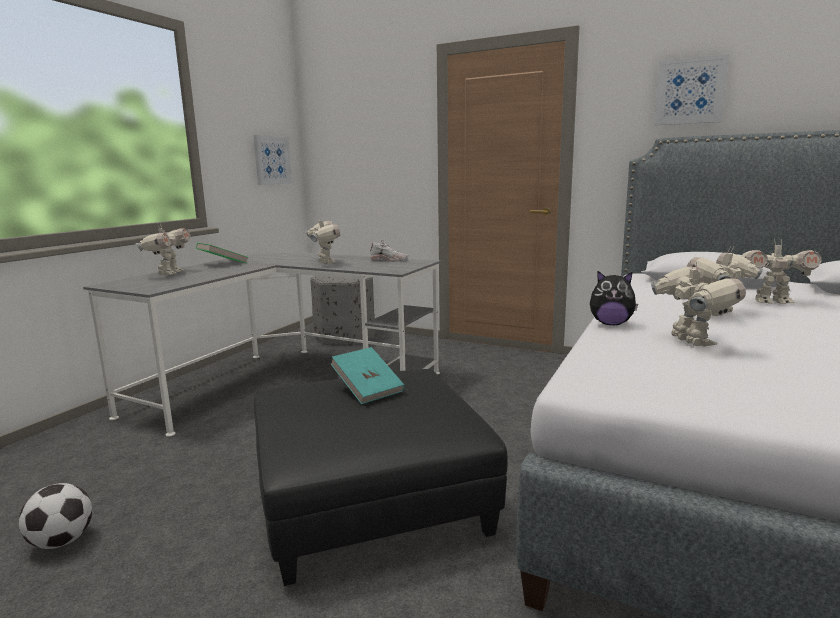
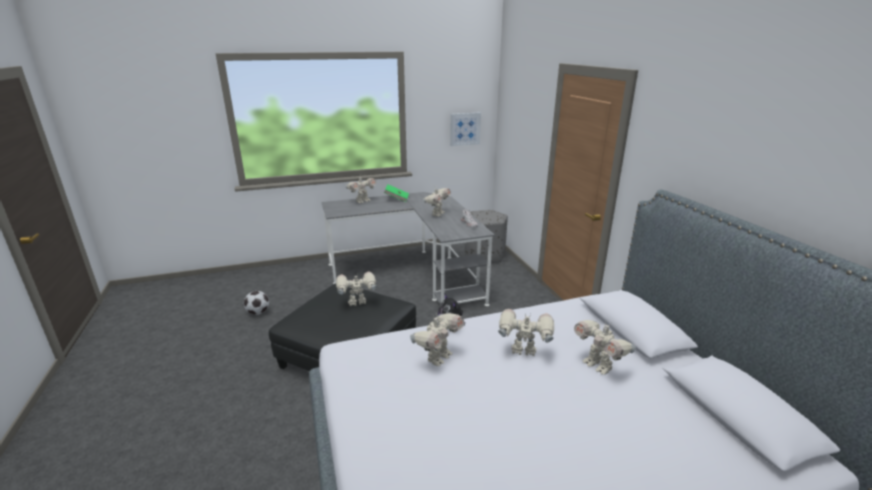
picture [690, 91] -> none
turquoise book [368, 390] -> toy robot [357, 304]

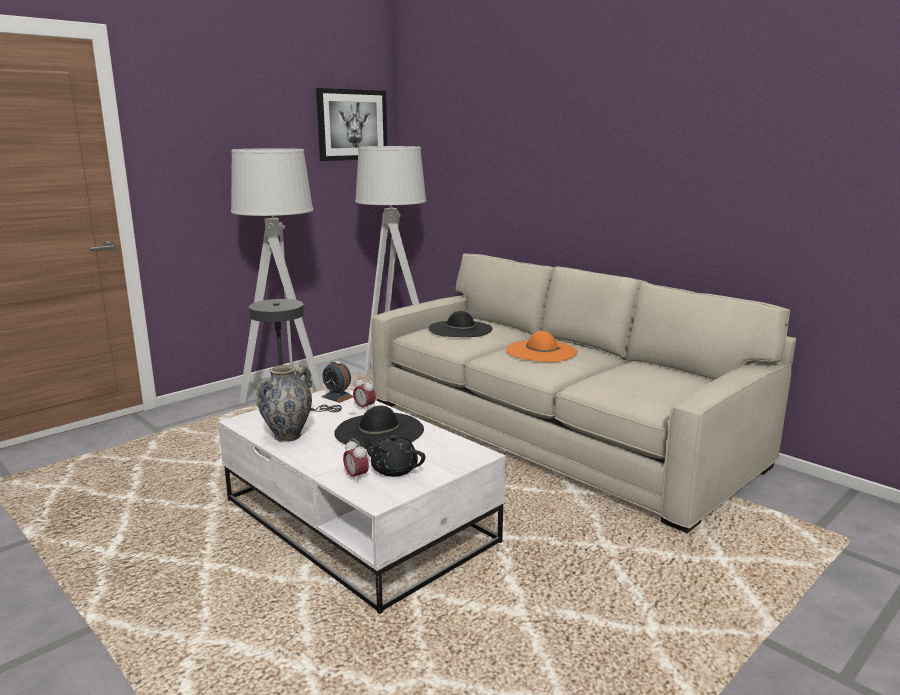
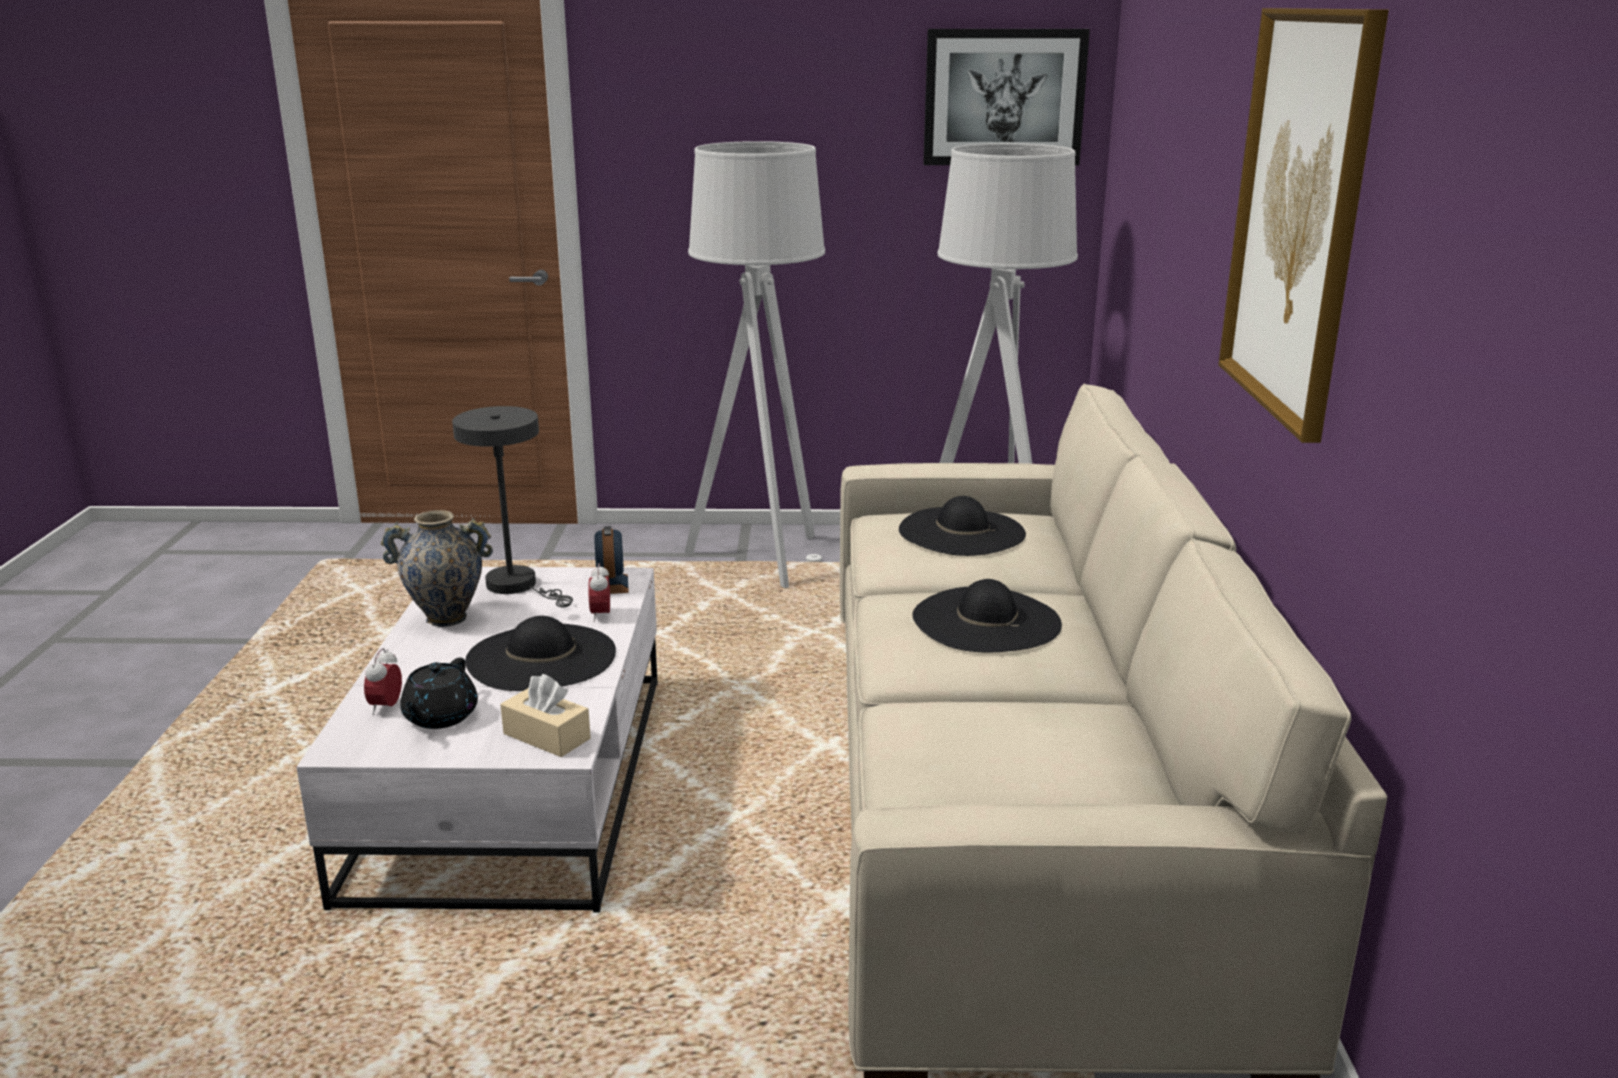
orange hat [541, 351] -> black hat [986, 620]
black teapot [393, 469] -> black teapot [439, 717], 150 degrees counterclockwise
none -> picture [1299, 215]
none -> beige tissue box [546, 736]

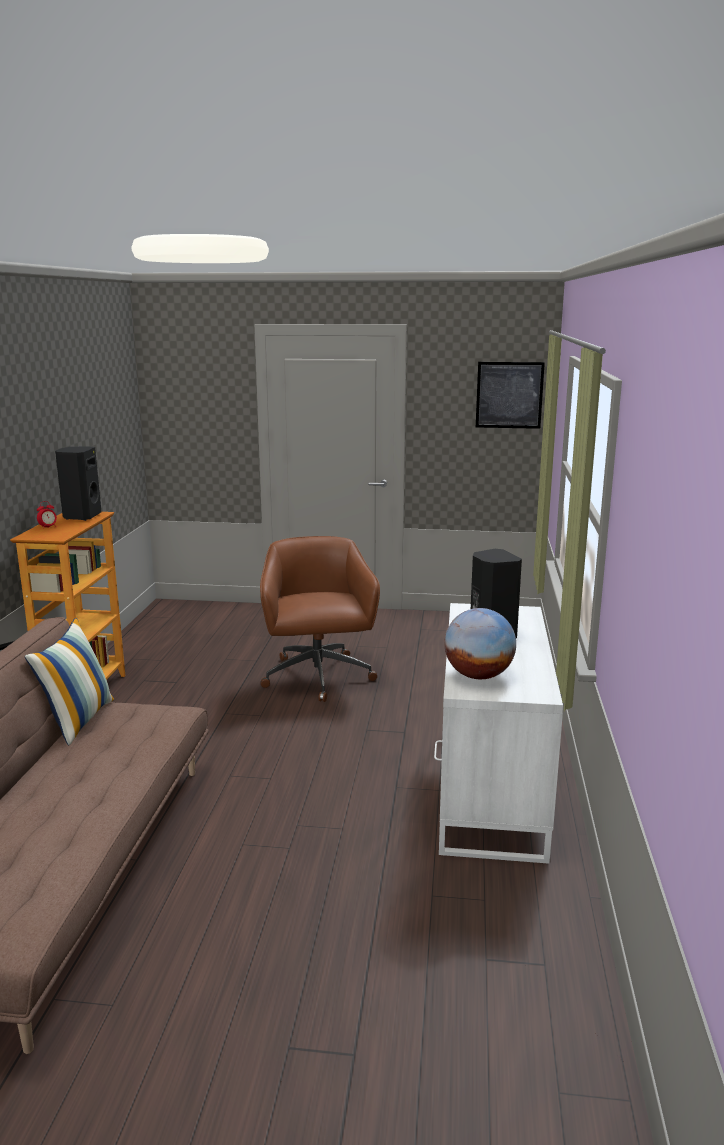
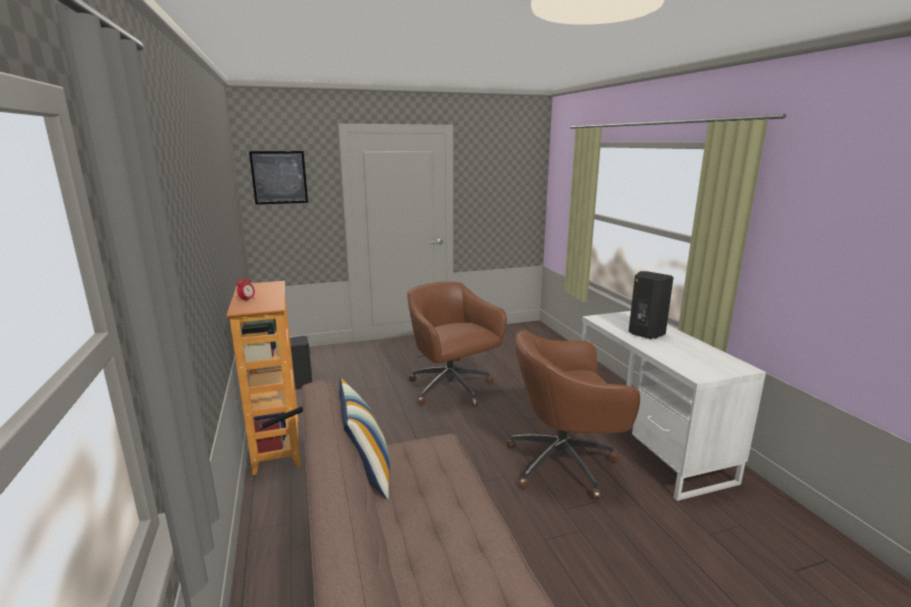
picture [509, 395] -> picture [279, 177], moved
black speaker [81, 516] -> black speaker [300, 384], moved
globe [478, 676] -> none
none -> brown office chair [564, 463]

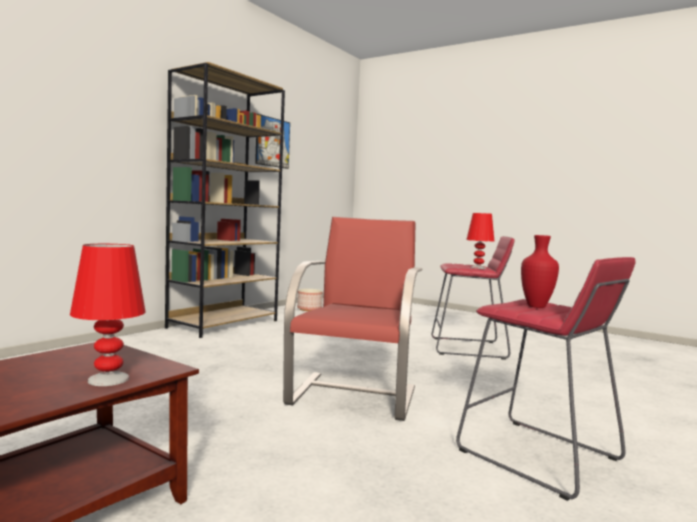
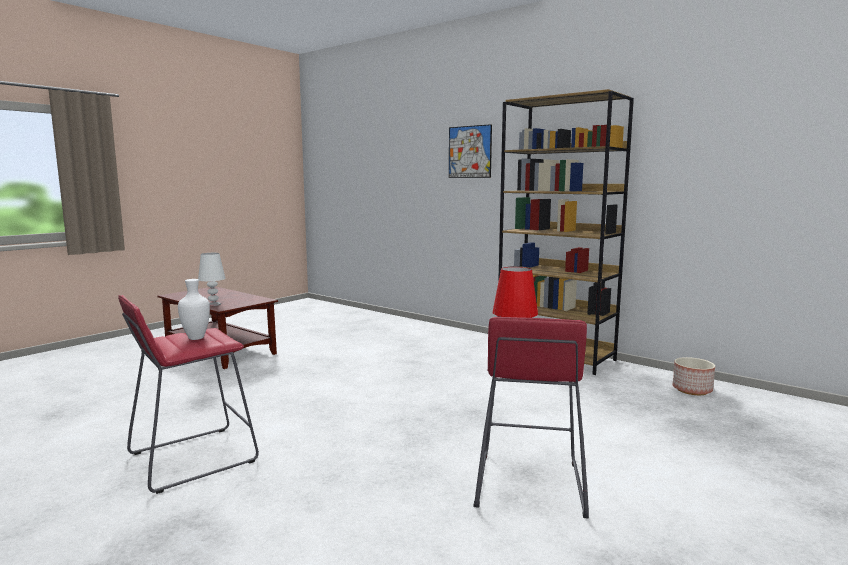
picture [272, 142] -> picture [469, 152], moved
red armchair [354, 395] -> none
red vase [537, 306] -> white vase [195, 338]
red table lamp [109, 379] -> white table lamp [213, 304]

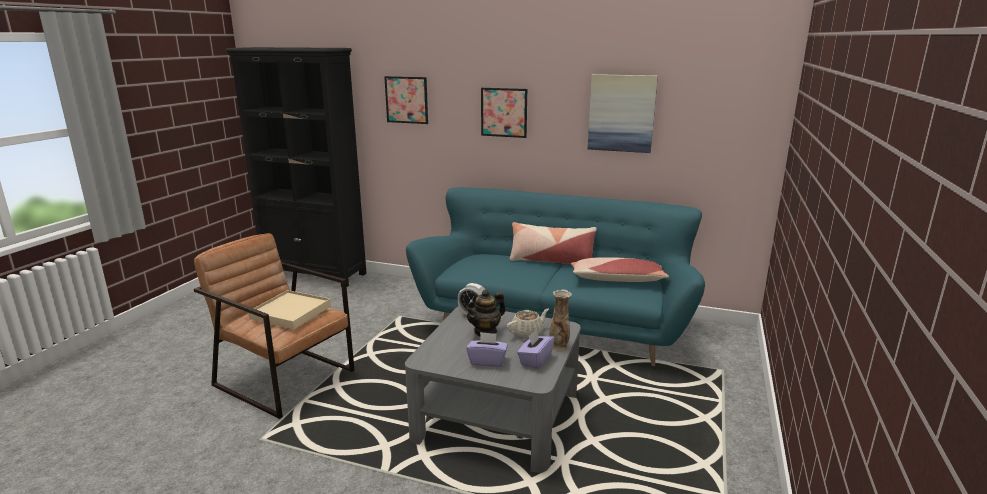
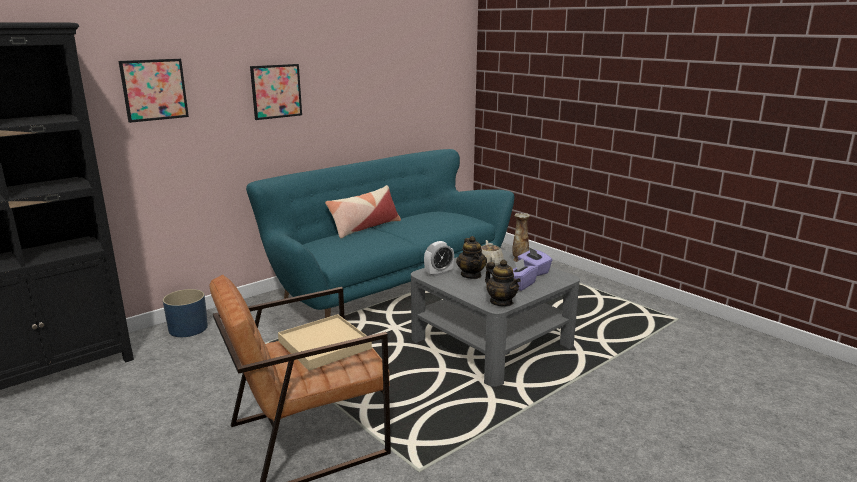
picture [621, 113] -> none
pillow [617, 280] -> none
none -> teapot [501, 302]
none -> blue planter [188, 328]

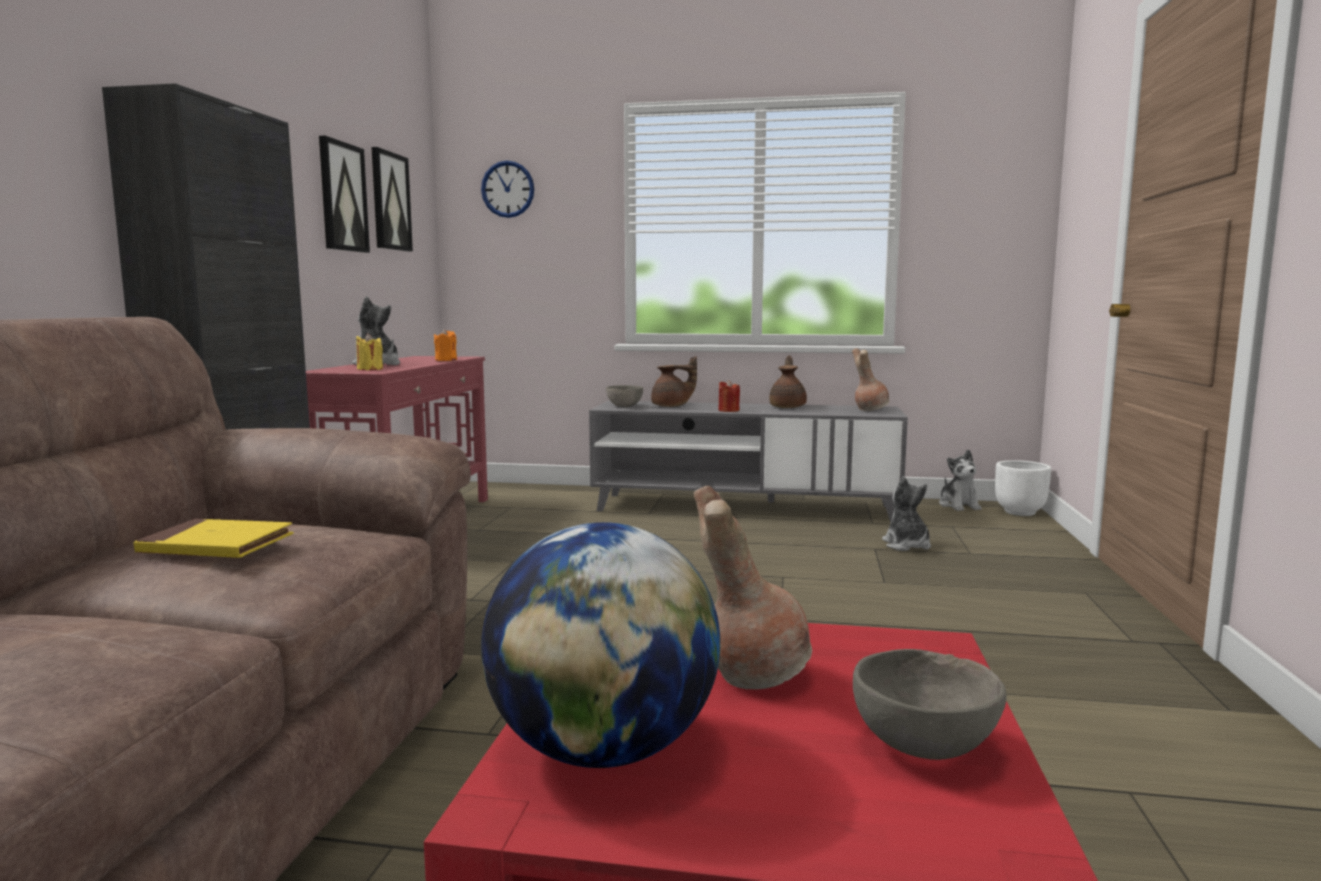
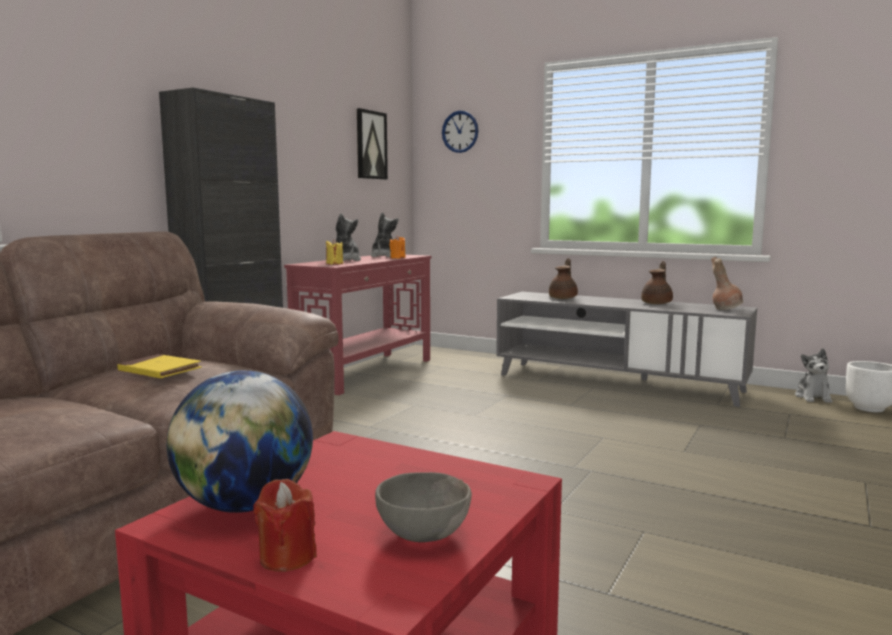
picture [342, 197] -> none
brown teapot [672, 406] -> brown teapot [563, 298], 75 degrees counterclockwise
red candle [728, 410] -> red candle [287, 557], moved
grey bowl [624, 406] -> none
plush toy [906, 546] -> plush toy [384, 256], moved
brown vase [752, 674] -> none

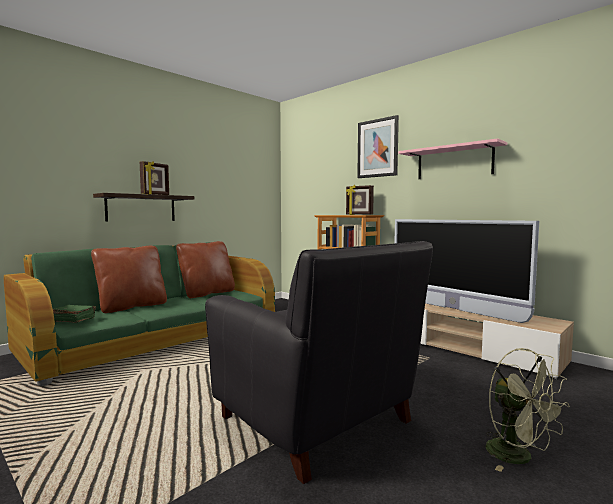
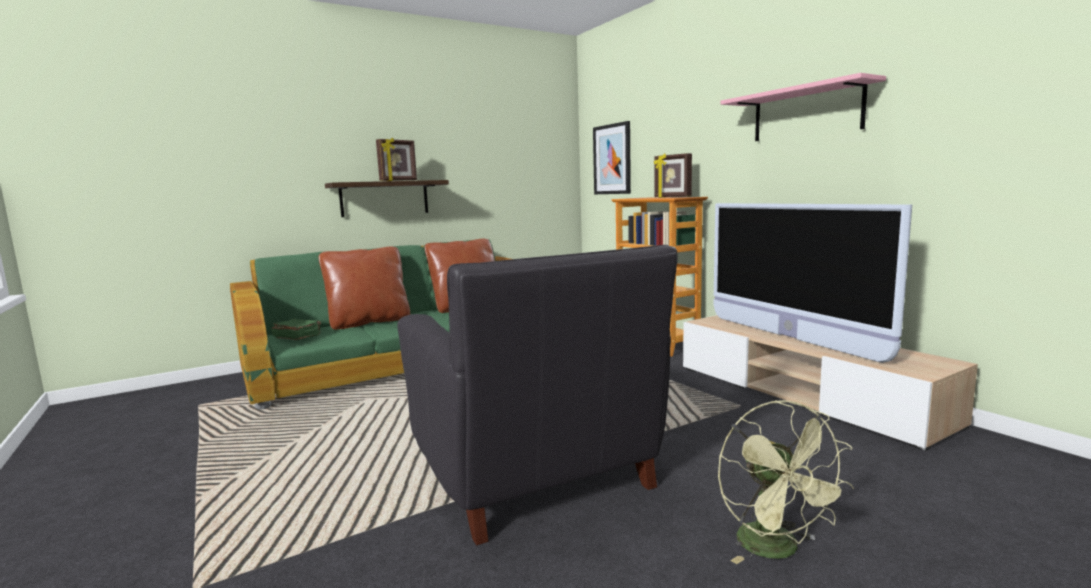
picture [377, 148] -> picture [612, 159], moved

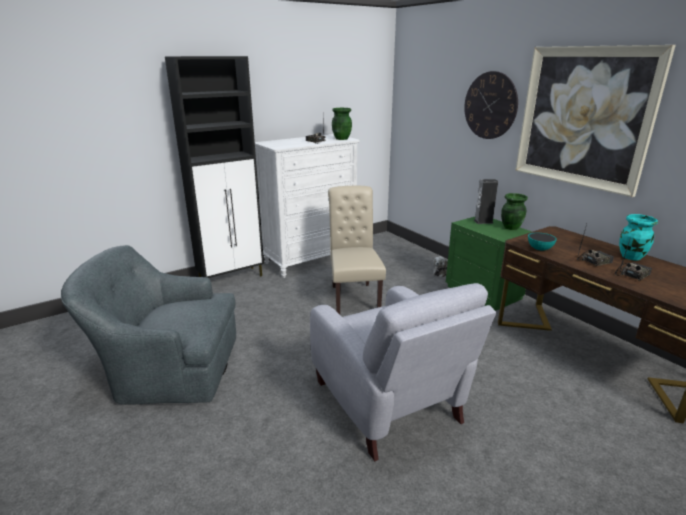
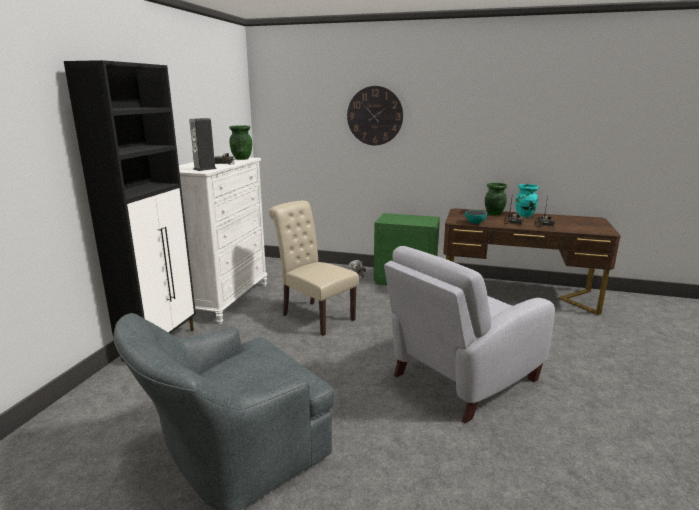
picture [584, 117] -> none
speaker [483, 221] -> speaker [205, 169], moved
green vase [510, 227] -> green vase [493, 214], moved
grey armchair [389, 404] -> grey armchair [461, 379], 120 degrees clockwise

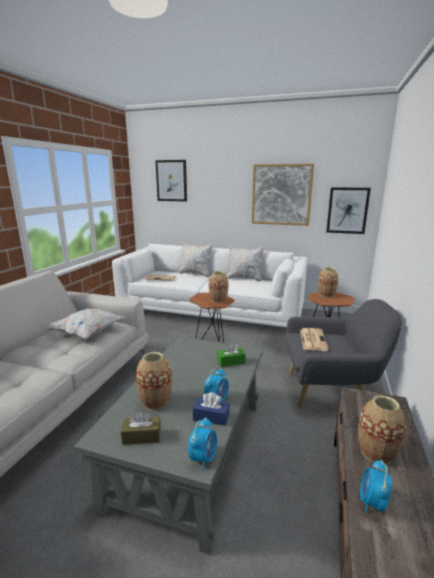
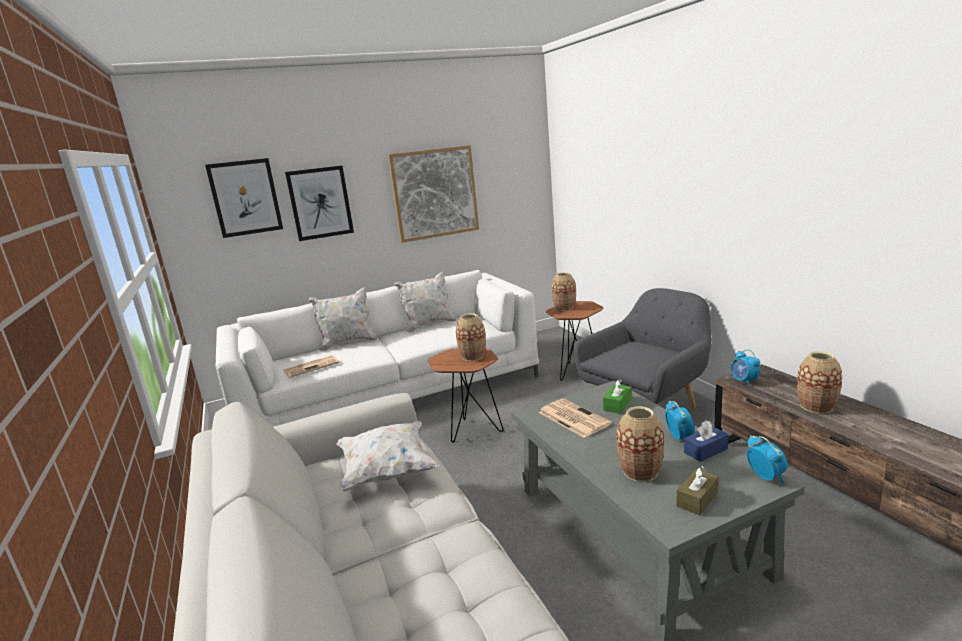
picture [347, 210] -> picture [320, 203], moved
newspaper [312, 339] -> newspaper [572, 418], moved
alarm clock [372, 503] -> alarm clock [744, 381], moved

